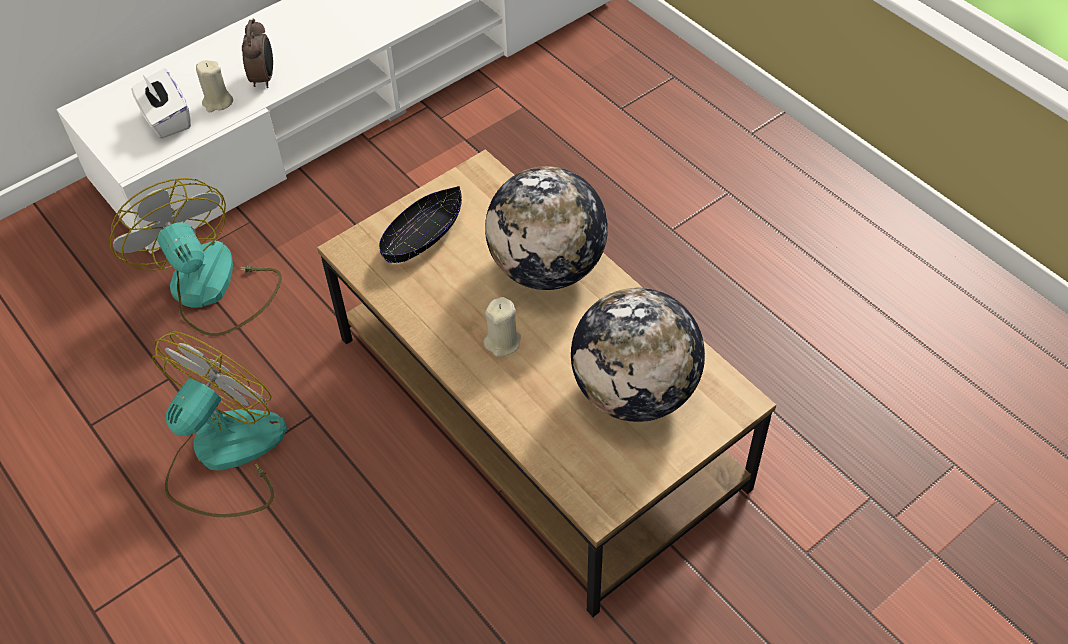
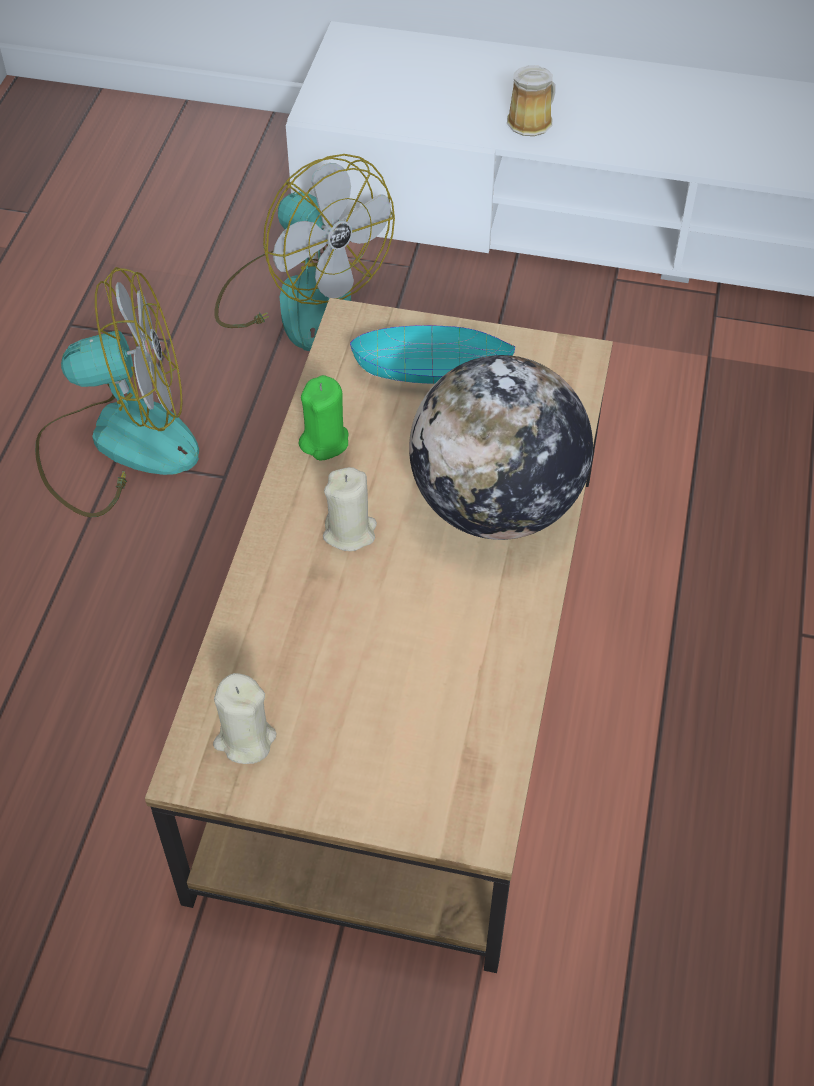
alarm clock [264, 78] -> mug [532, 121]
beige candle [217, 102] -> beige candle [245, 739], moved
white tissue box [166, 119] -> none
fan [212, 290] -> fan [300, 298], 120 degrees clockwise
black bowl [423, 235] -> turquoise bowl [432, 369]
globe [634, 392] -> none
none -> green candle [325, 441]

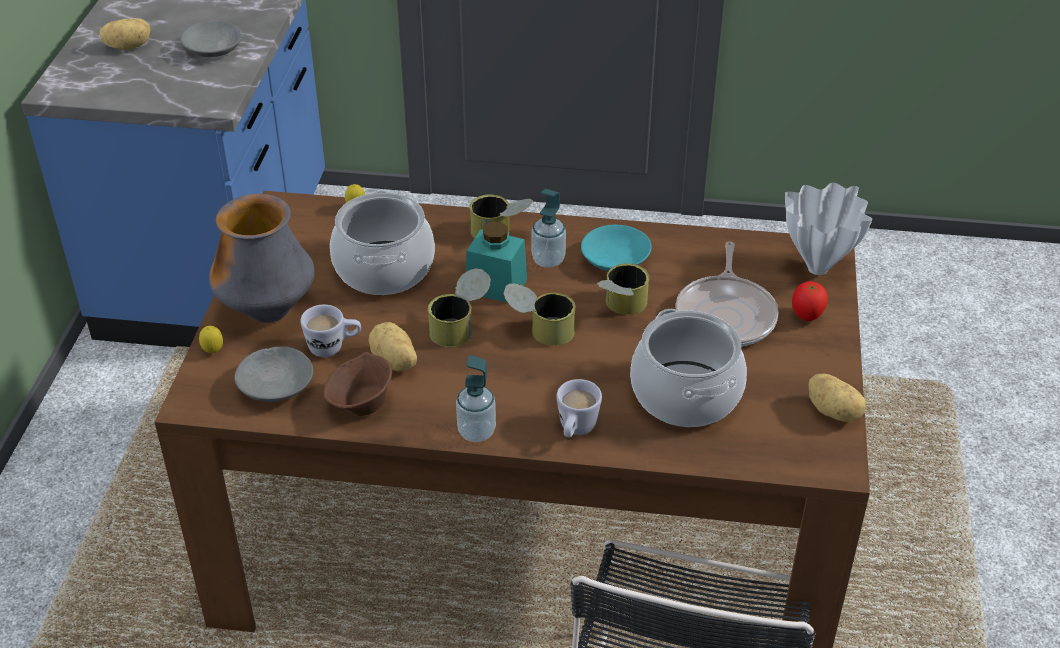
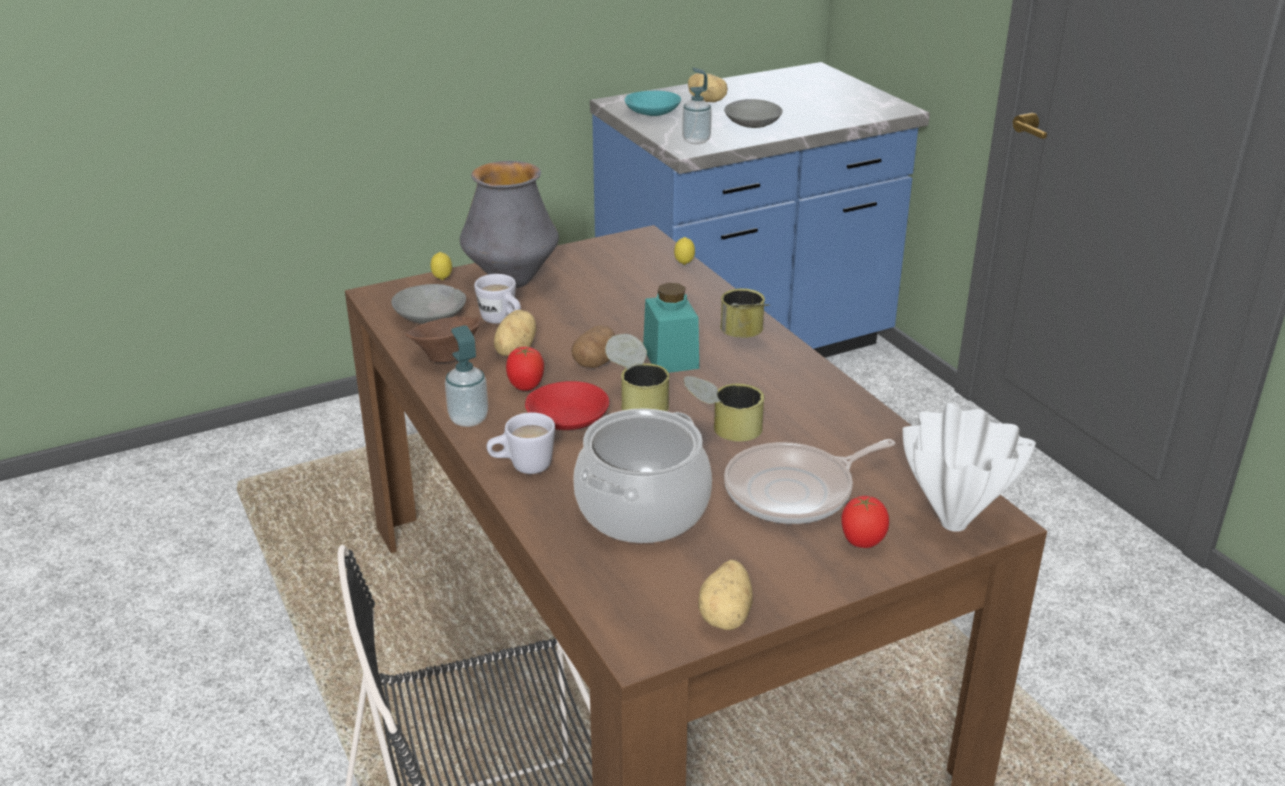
soap dispenser [548, 260] -> soap dispenser [696, 140], moved
cooking pot [383, 268] -> none
turquoise bowl [614, 260] -> turquoise bowl [652, 112], moved
can [460, 326] -> potato [595, 362]
none -> tomato [526, 387]
none -> red bowl [566, 420]

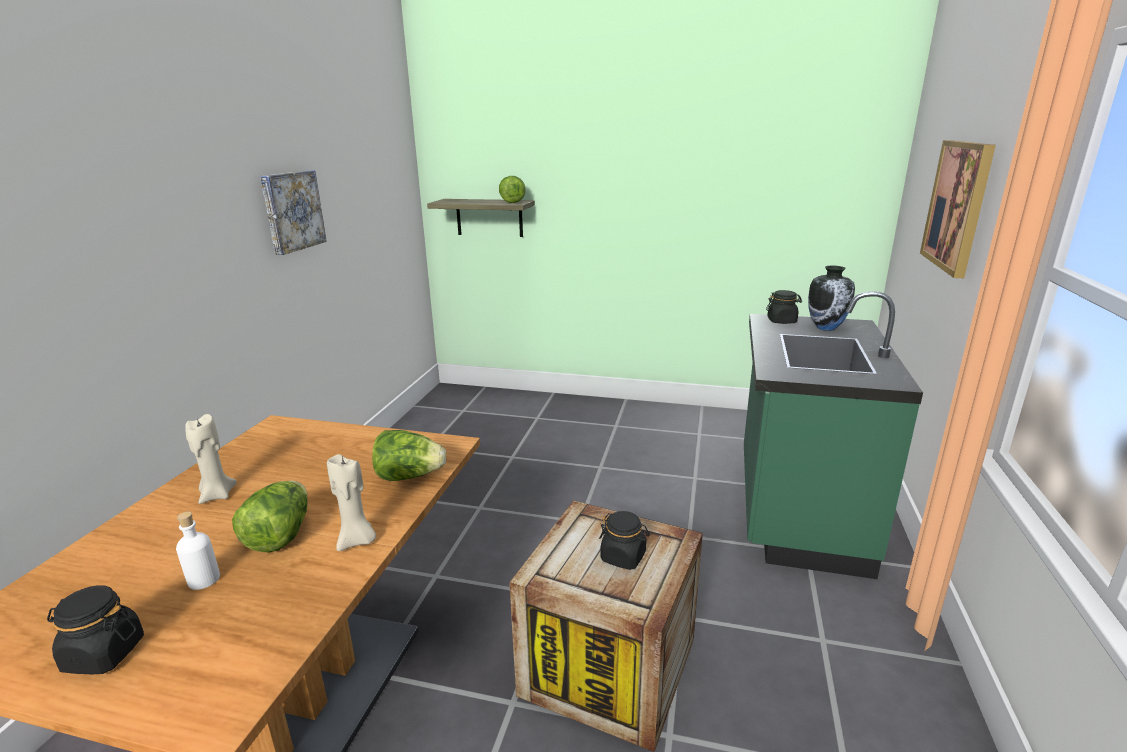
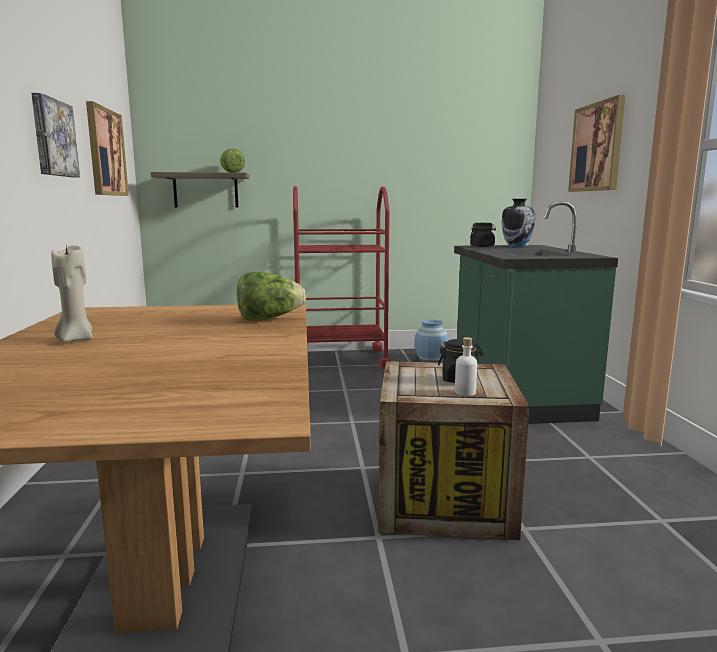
beige candle [357, 541] -> none
lettuce [280, 535] -> none
white bottle [203, 580] -> white bottle [465, 392], moved
black jar [103, 654] -> none
none -> picture [106, 152]
none -> red cart [340, 360]
none -> blue vase [431, 360]

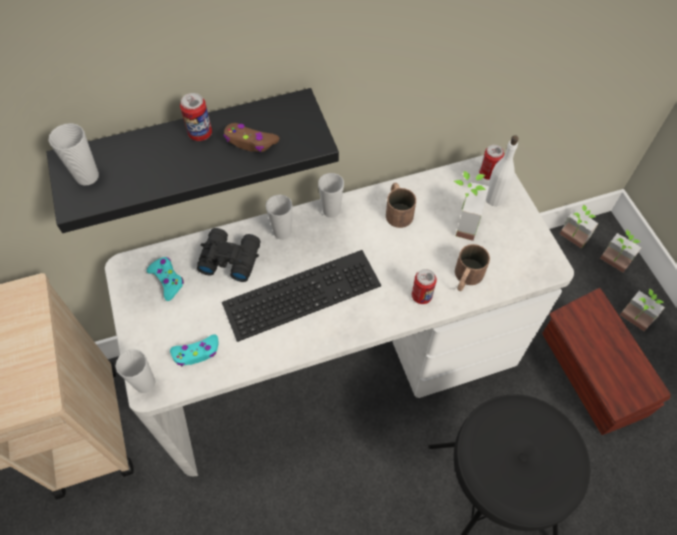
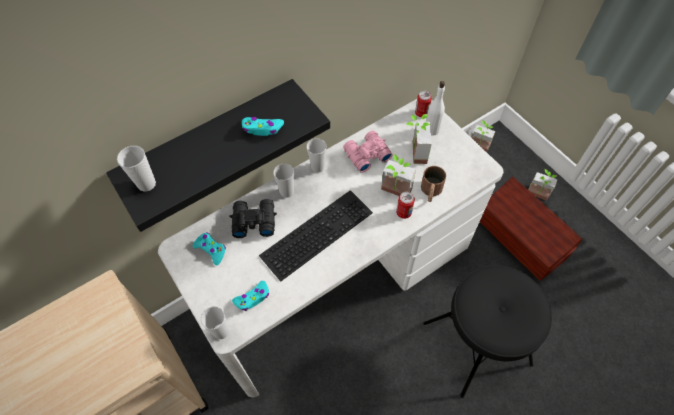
can [200, 133] -> none
brown game controller [250, 142] -> turquoise game controller [262, 129]
brown mug [397, 210] -> pink binoculars [366, 155]
potted plant [611, 265] -> potted plant [394, 193], moved

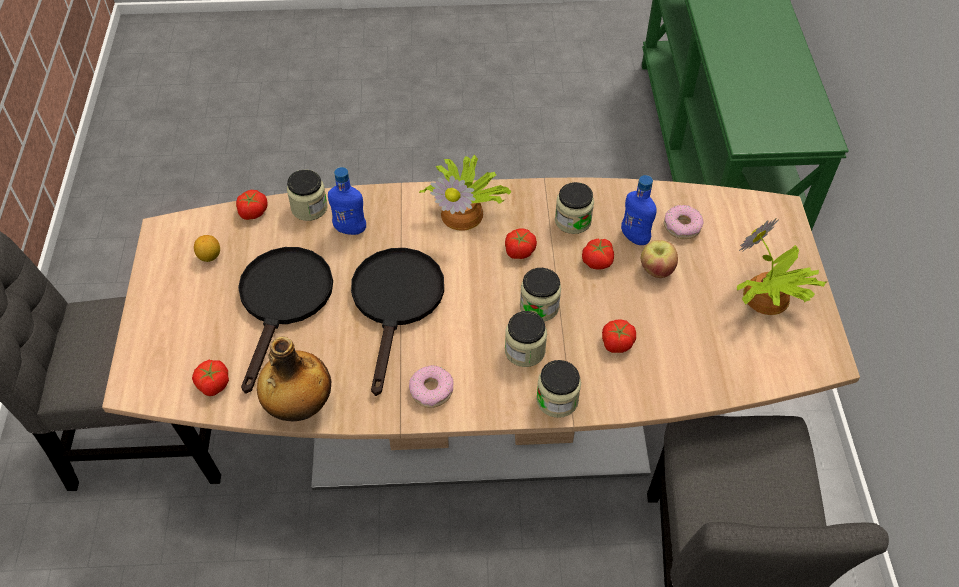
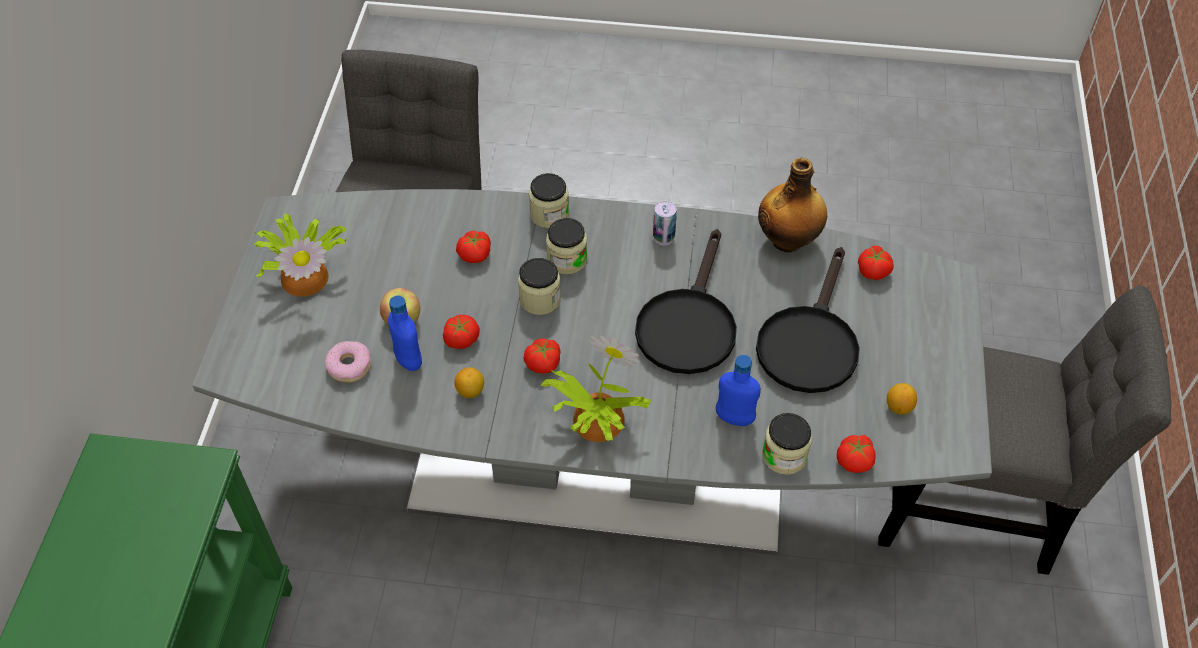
brown dining table [480, 423] -> grey dining table [597, 467]
jar [573, 221] -> lemon [470, 391]
donut [431, 390] -> can [663, 237]

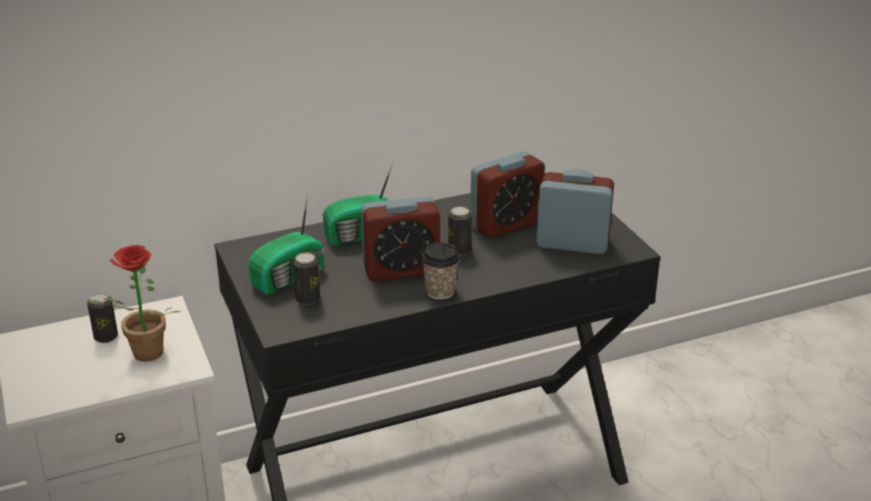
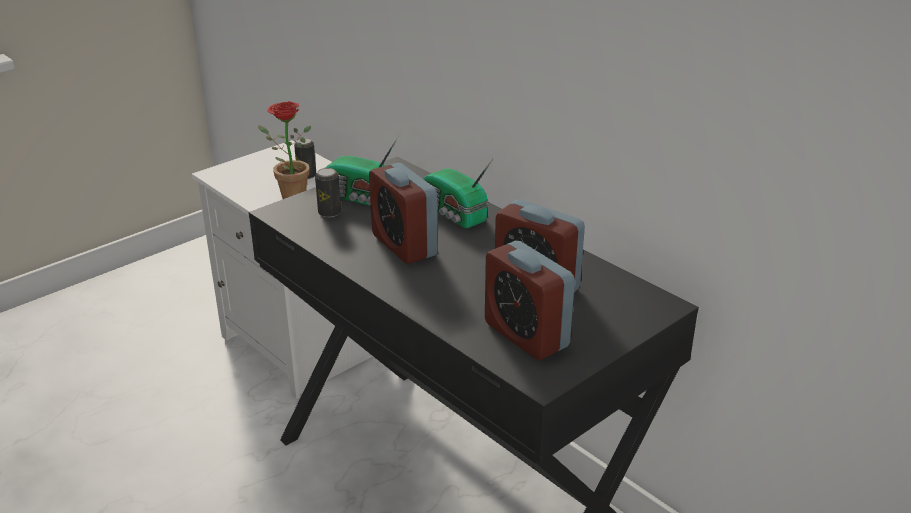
alarm clock [572, 243] -> alarm clock [526, 335], 150 degrees clockwise
can [459, 250] -> none
cup [440, 291] -> none

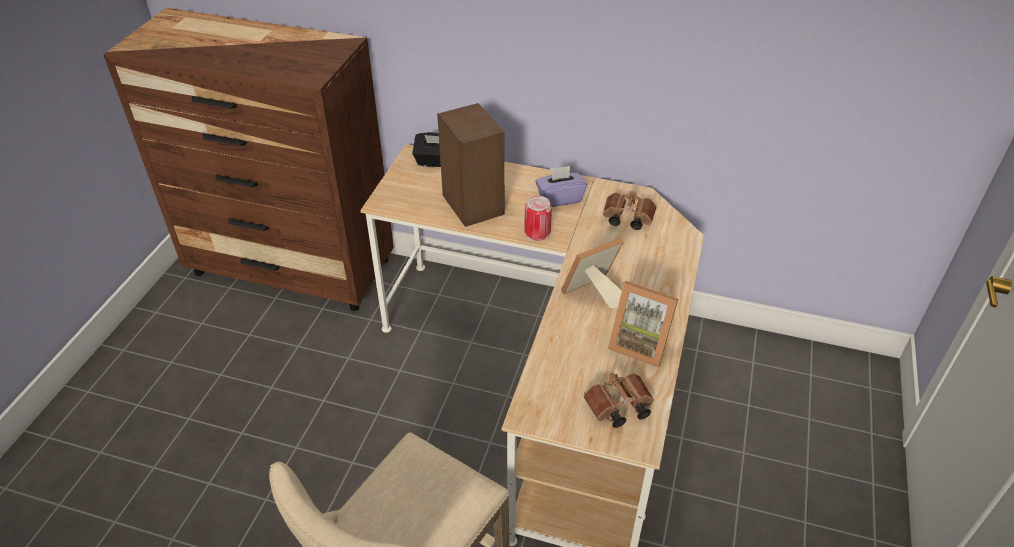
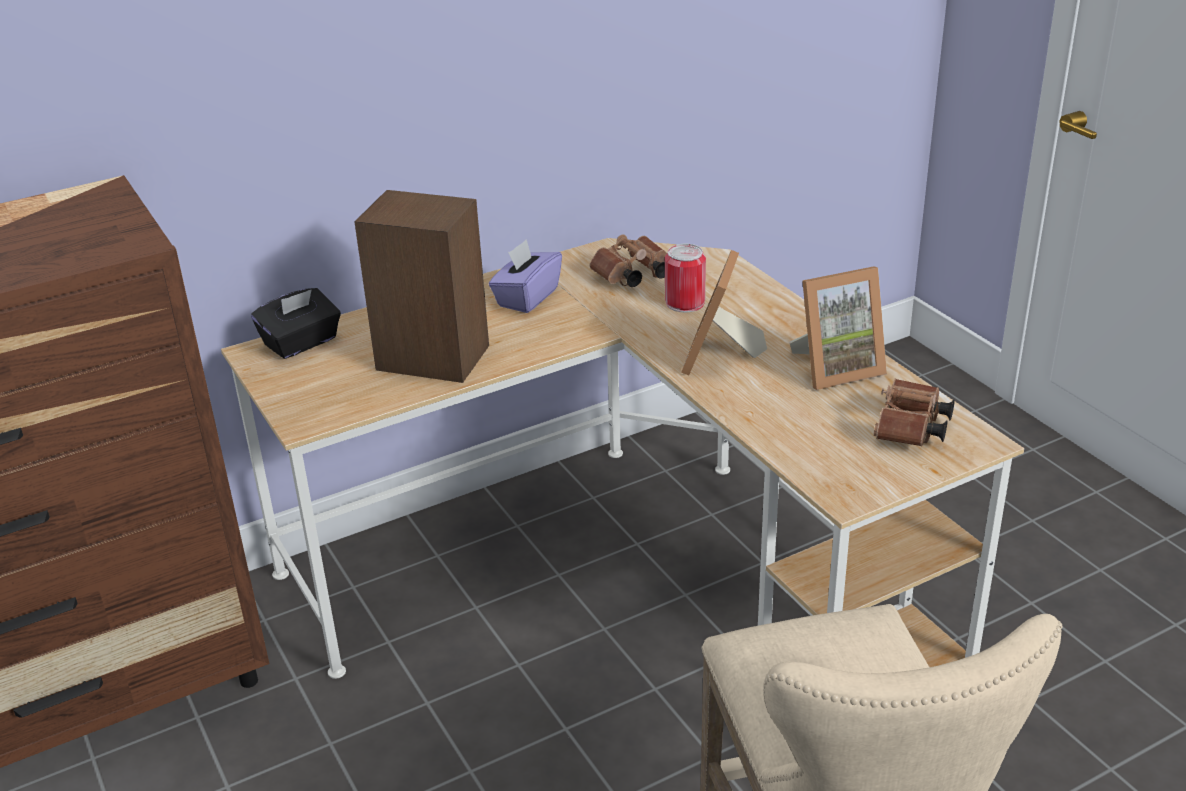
can [537, 232] -> can [685, 302], moved

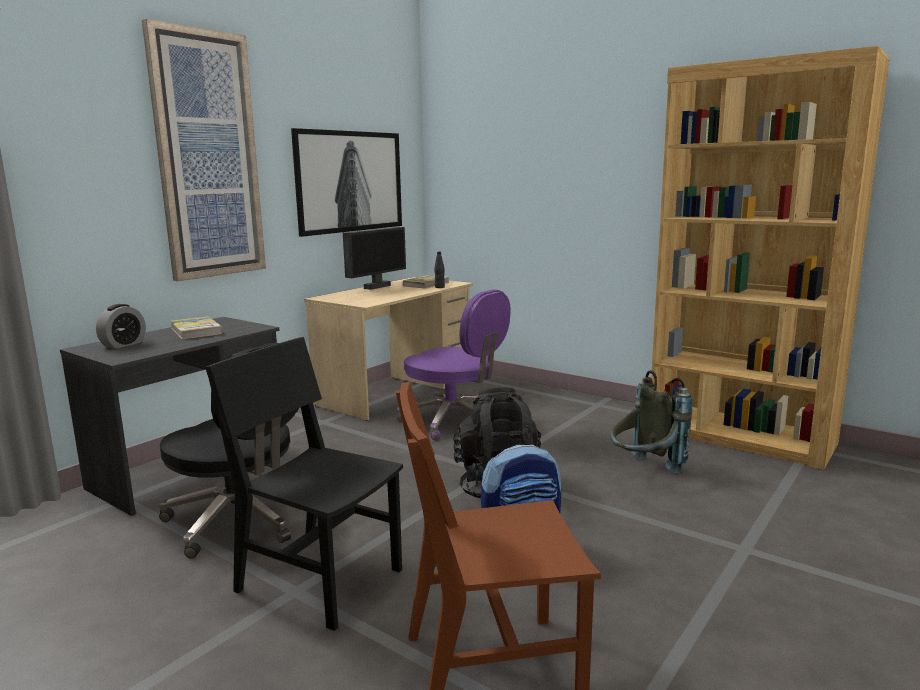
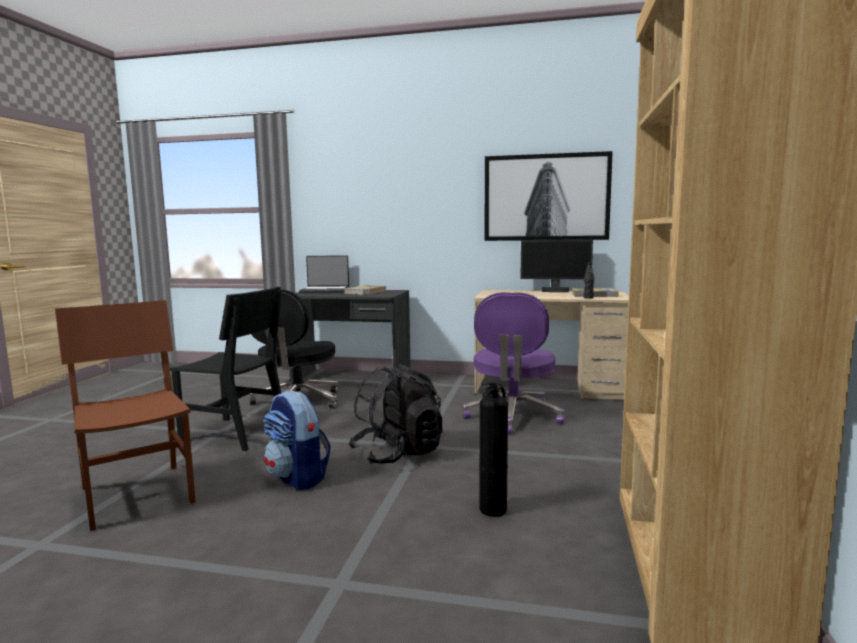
picture [207, 156] -> none
alarm clock [123, 344] -> laptop [325, 291]
black chair [320, 579] -> black chair [234, 433], 105 degrees clockwise
grey backpack [644, 470] -> fire extinguisher [493, 509]

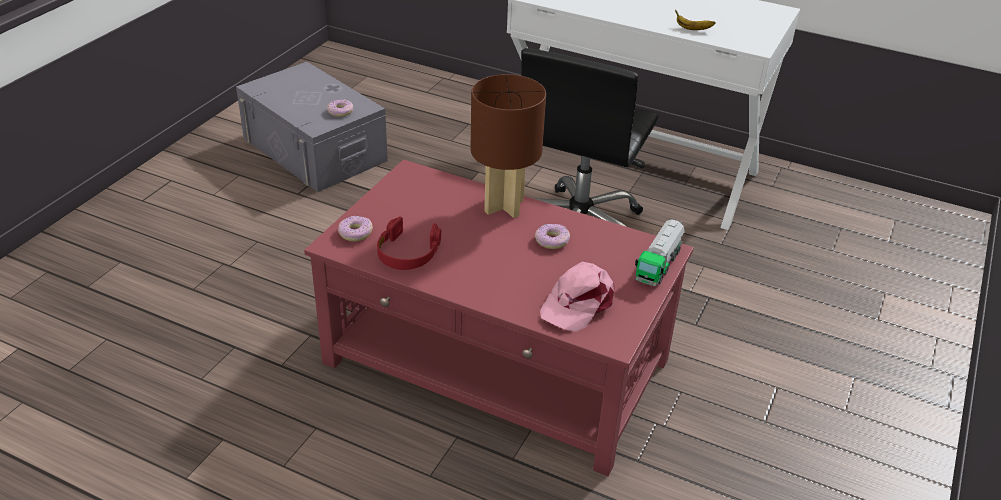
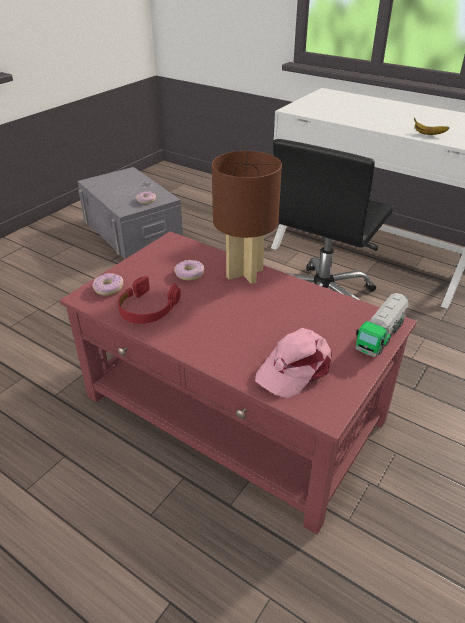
donut [552, 241] -> donut [189, 274], moved

